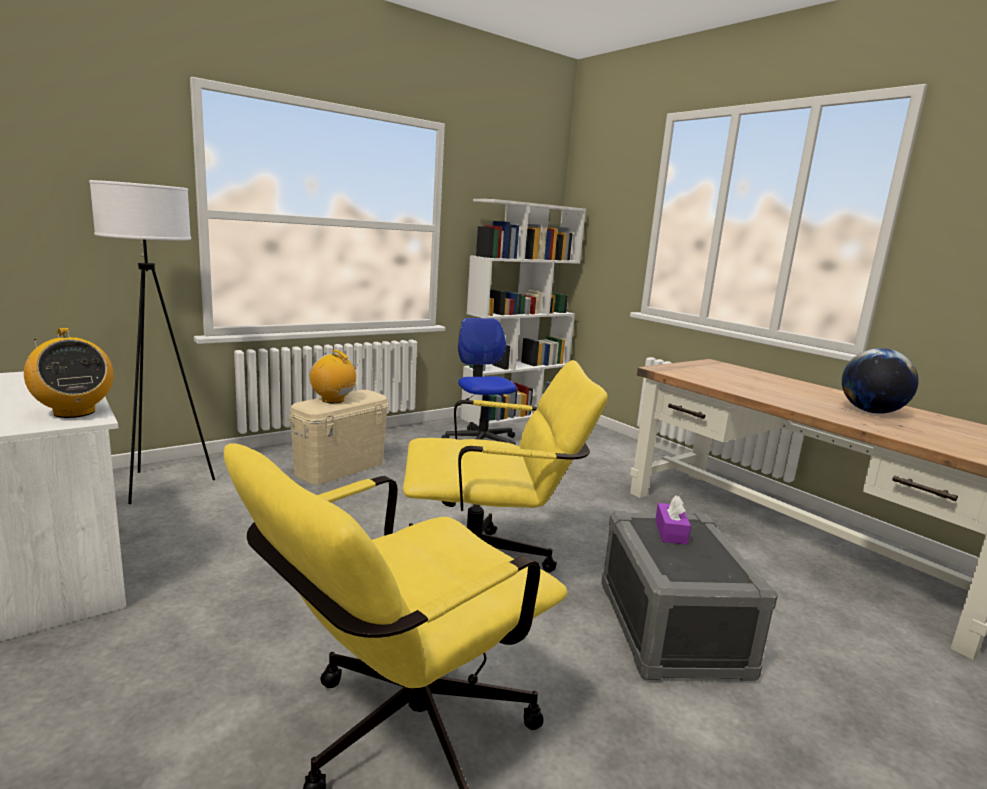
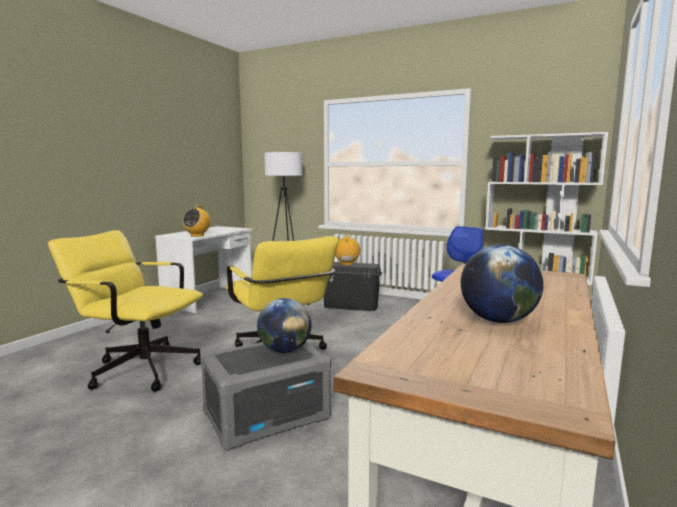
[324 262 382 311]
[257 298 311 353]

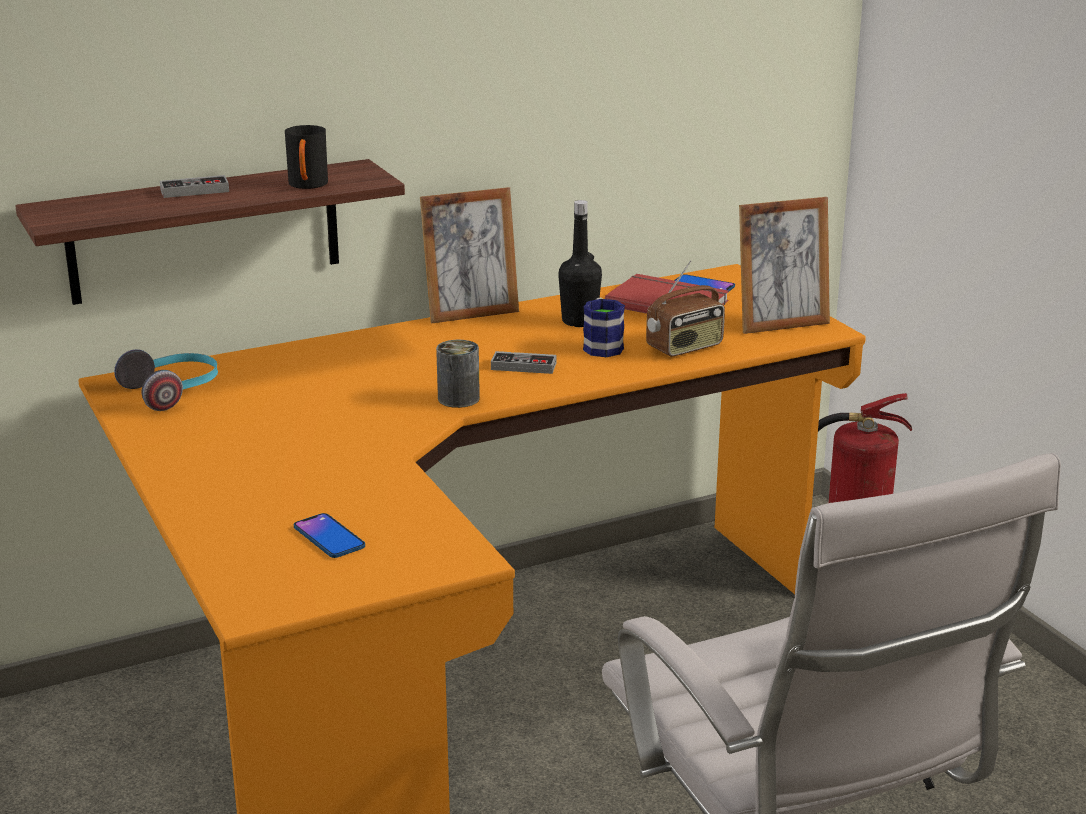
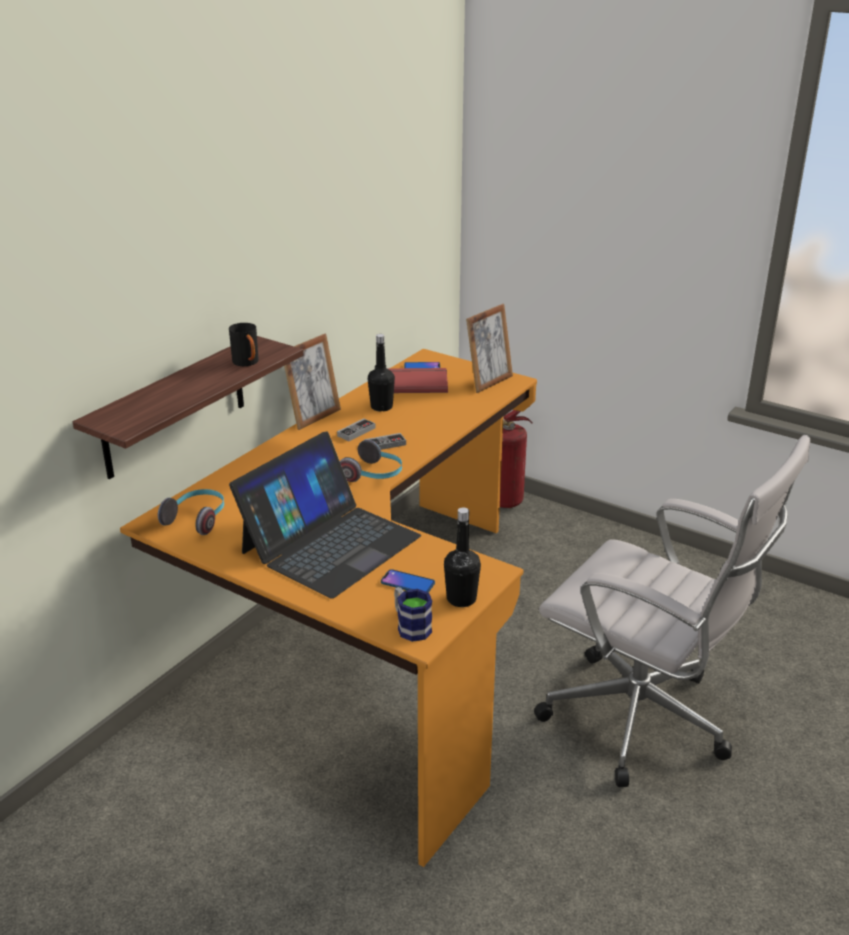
[337 419 376 441]
[646 260 725 357] (first image)
[394 587 432 642]
[340 440 402 482]
[229 432 421 598]
[444 507 481 607]

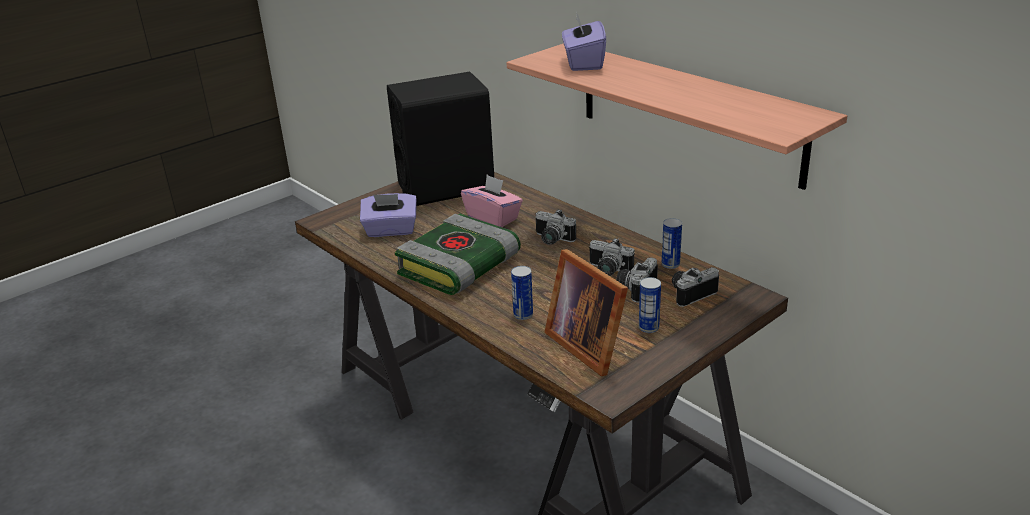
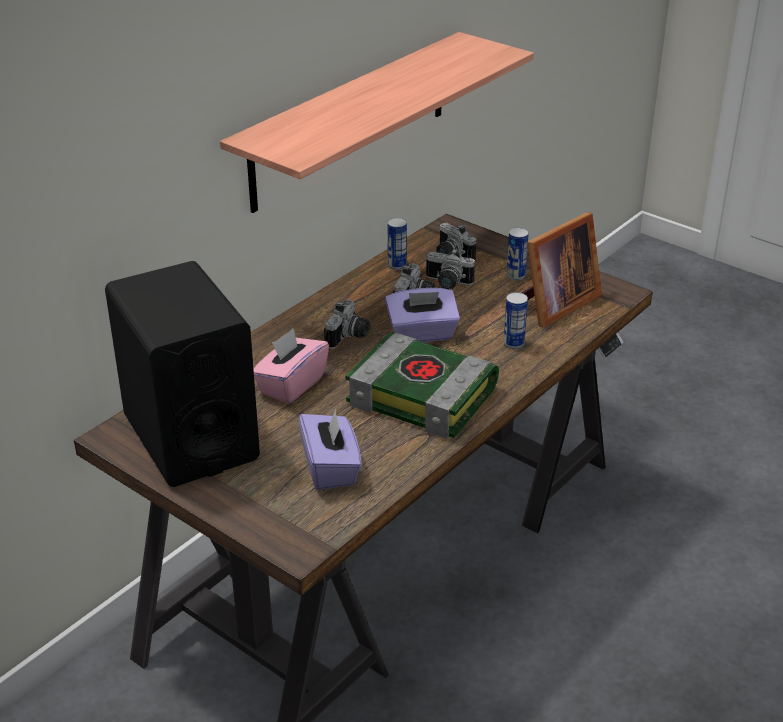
[385 288 460 342]

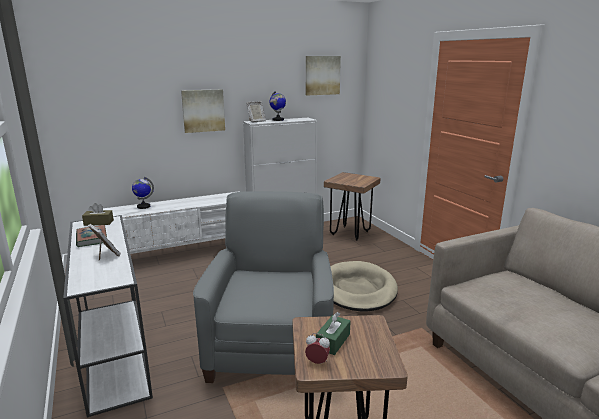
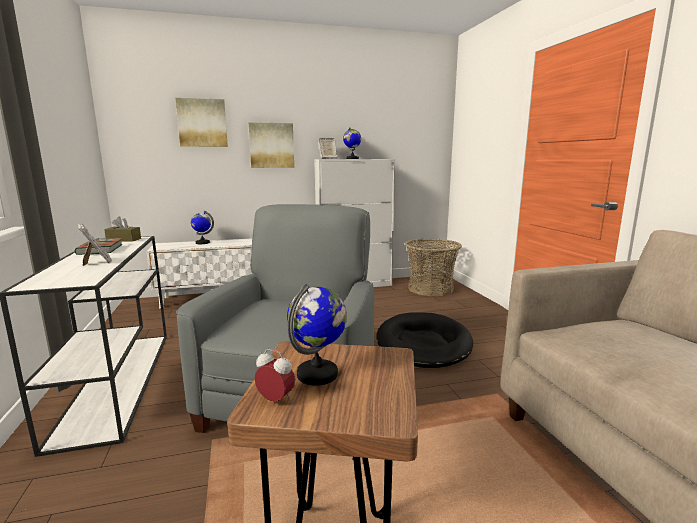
[175 98 228 147]
[405 239 462 296]
[376 312 473 368]
[287 284 347 386]

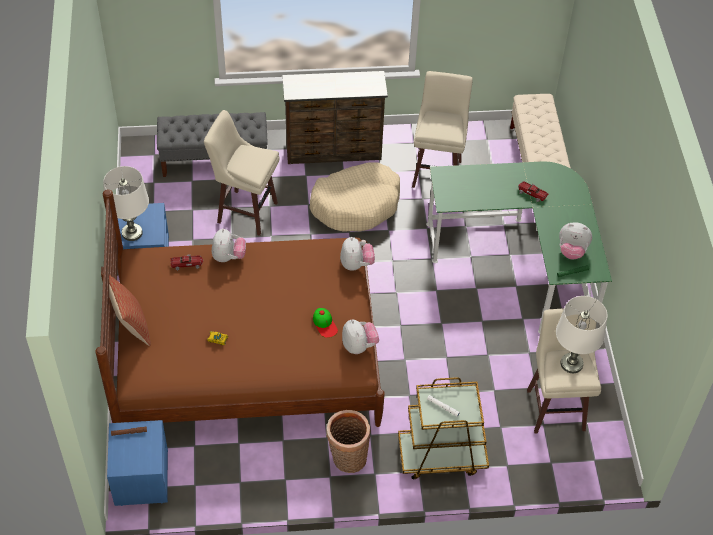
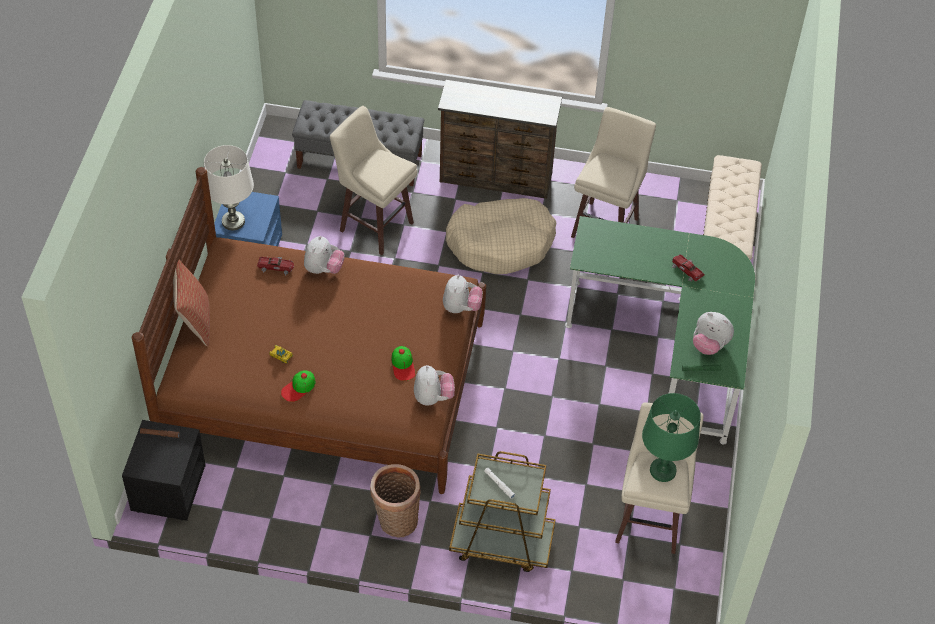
[642 393 701 482]
[122 420 206 521]
[281 370 316 402]

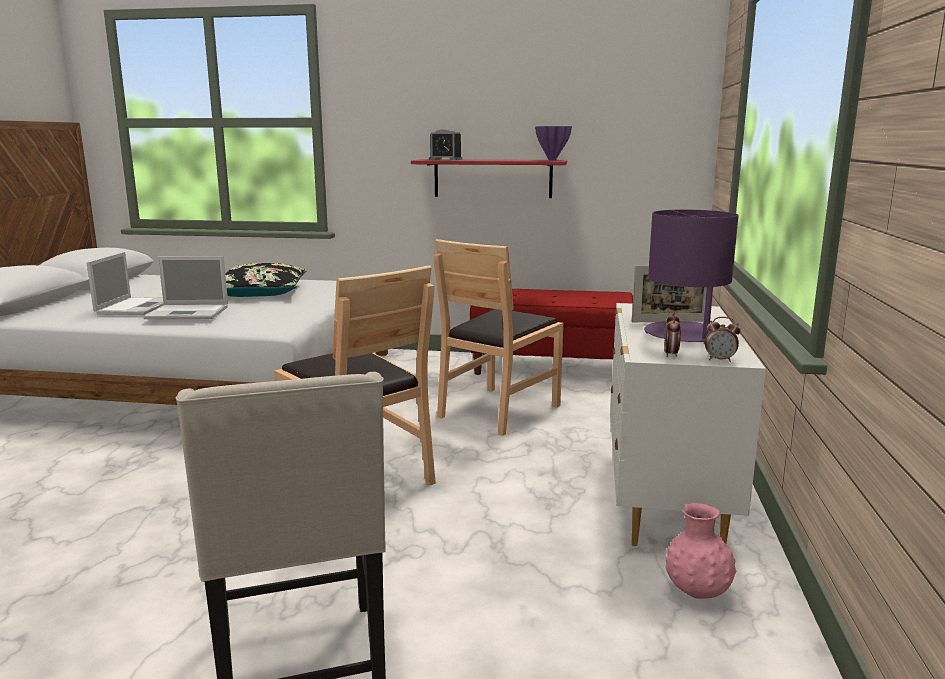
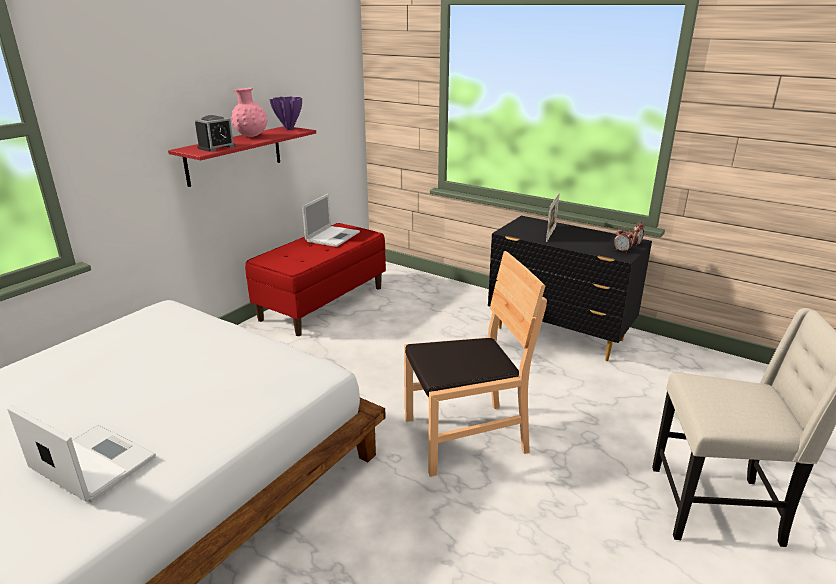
[644 210 739 344] (first image)
[434 239 563 436] (first image)
[302 194 360 247]
[225 263 306 297] (first image)
[488 216 652 361]
[231 88 268 137]

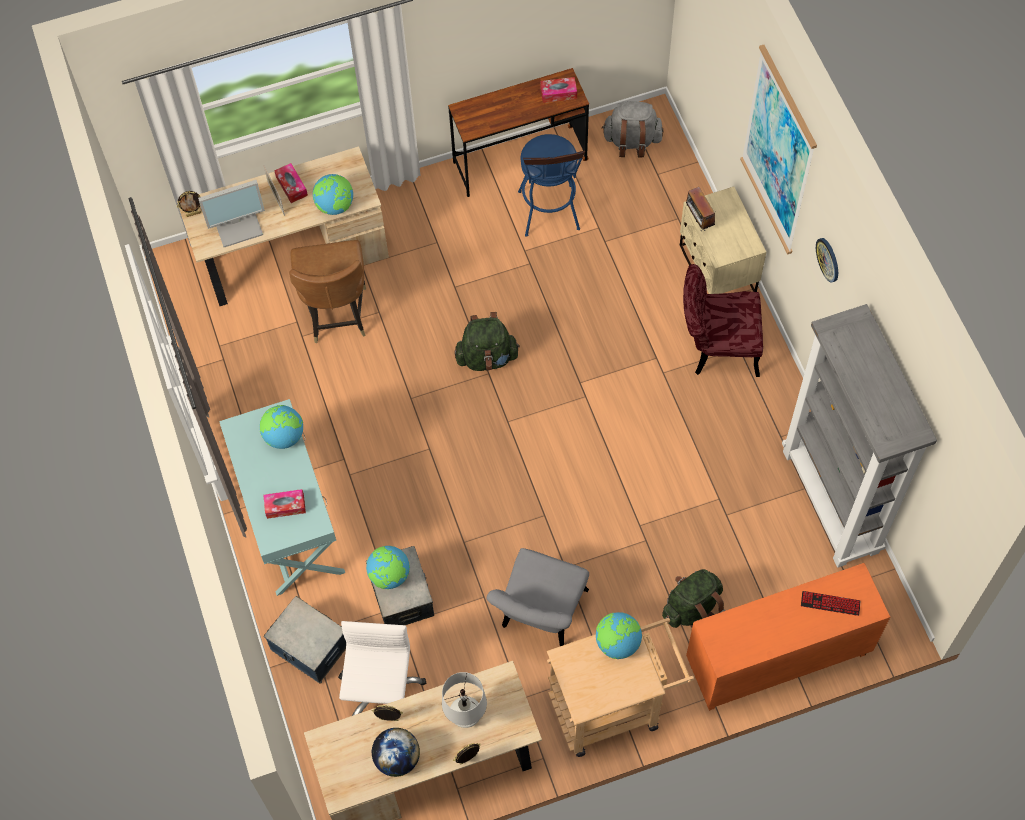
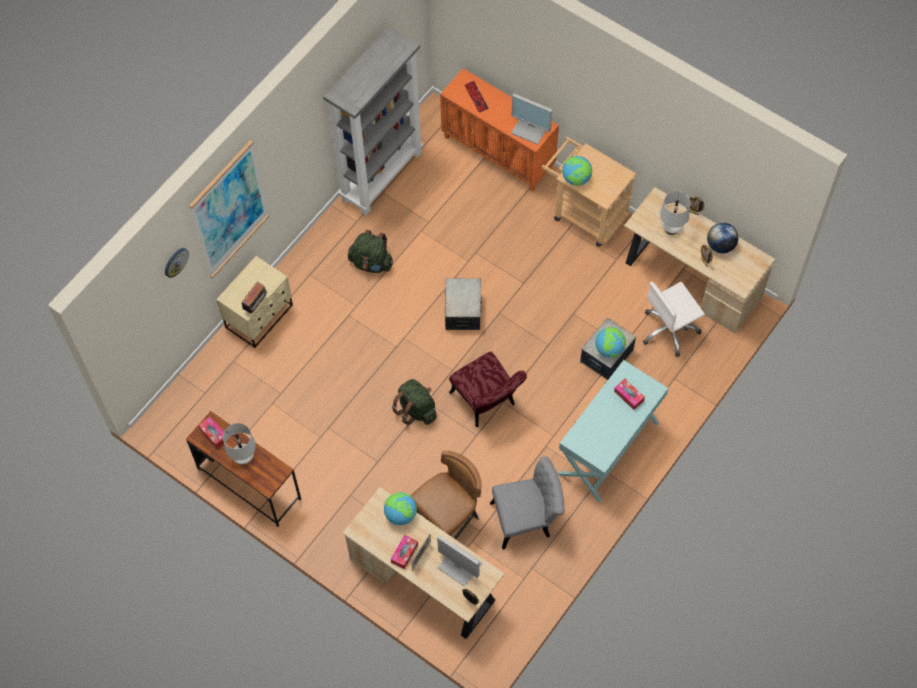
[602 101 664 158] (first image)
[518 134 585 237] (first image)
[165 248 189 278]
[449 352 527 427]
[260 405 303 449] (first image)
[490 456 564 550]
[348 230 393 273]
[445 278 483 330]
[511 93 552 145]
[223 423 256 464]

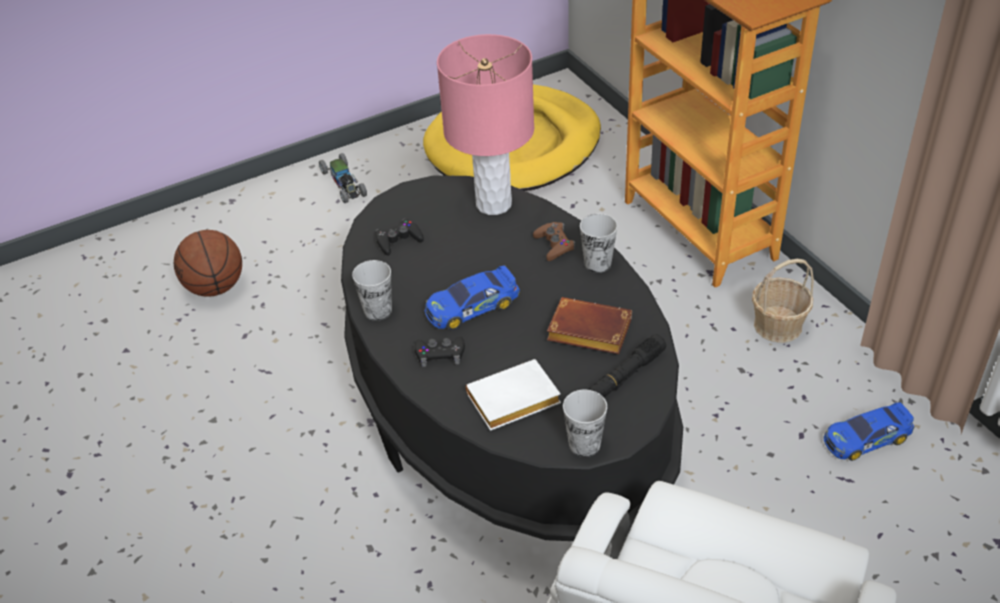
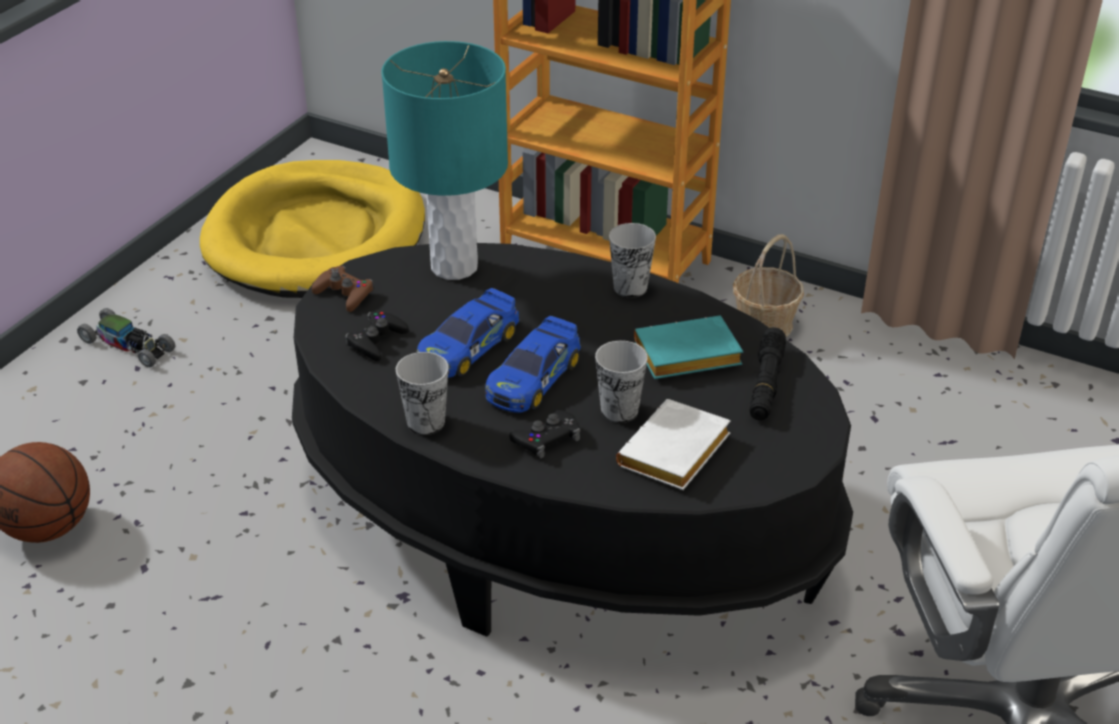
[381 41 508 280]
[312 265 373 312]
[634 315 743 379]
[595 340 648 423]
[416 288 519 378]

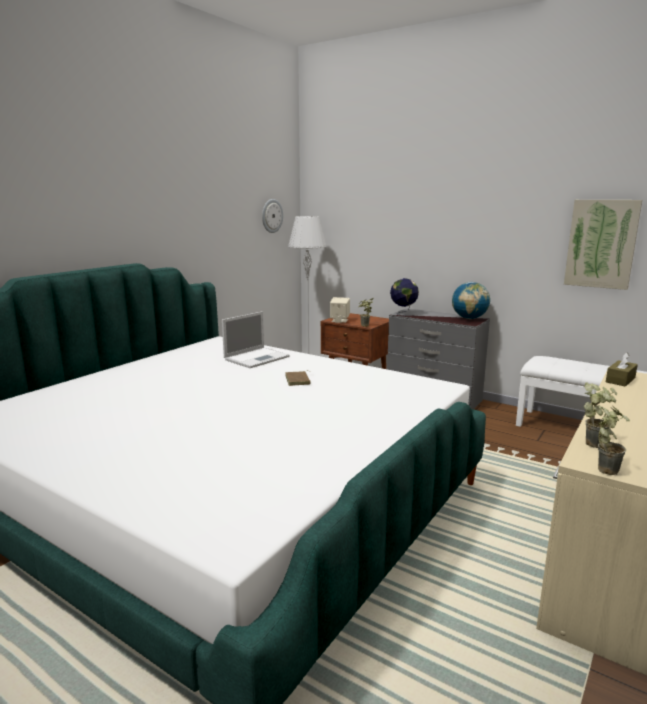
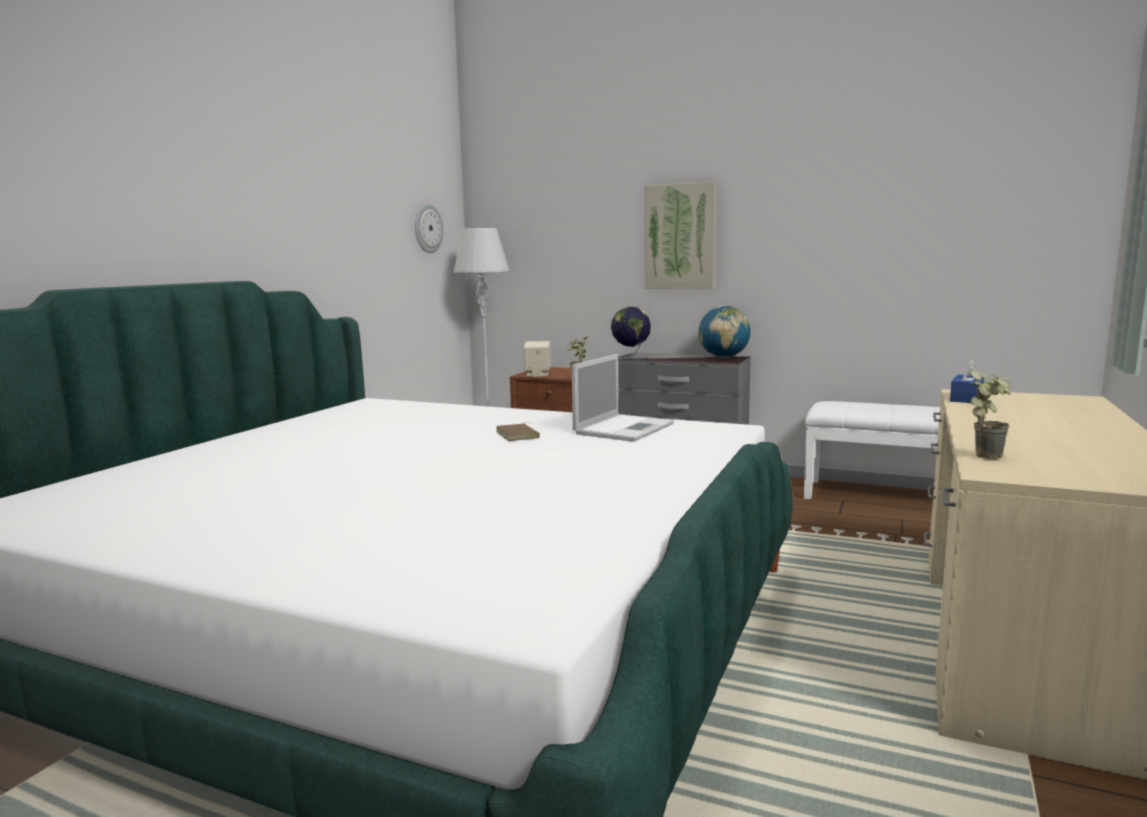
[645 181 716 289]
[571 354 674 442]
[950 359 984 403]
[598 406 630 475] (first image)

